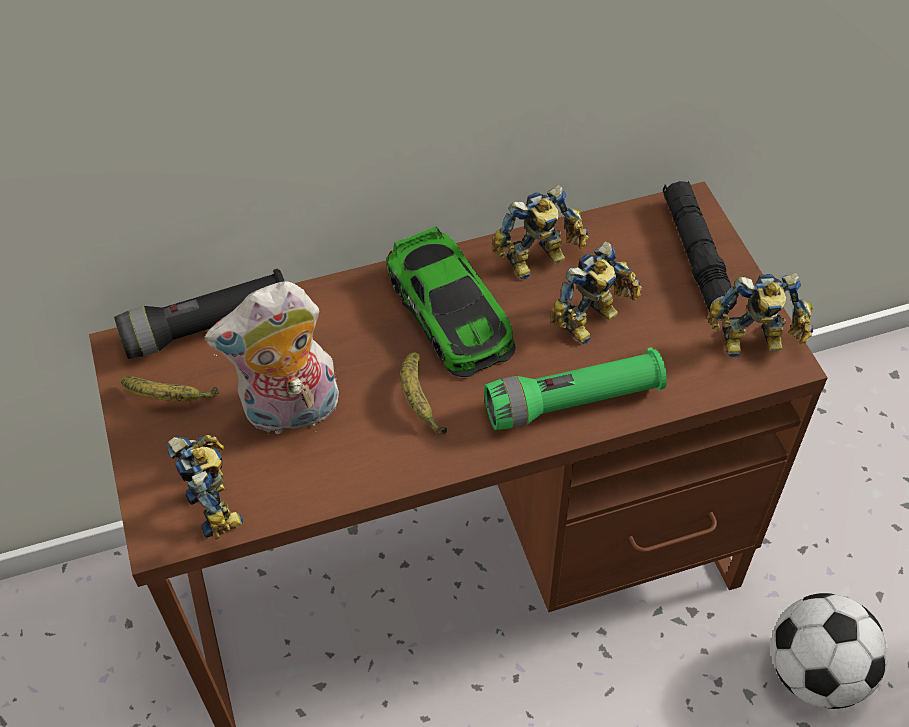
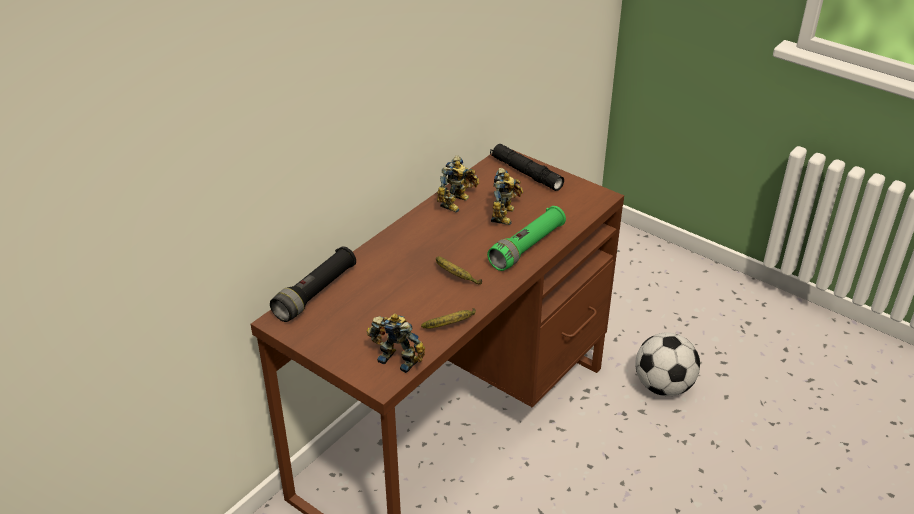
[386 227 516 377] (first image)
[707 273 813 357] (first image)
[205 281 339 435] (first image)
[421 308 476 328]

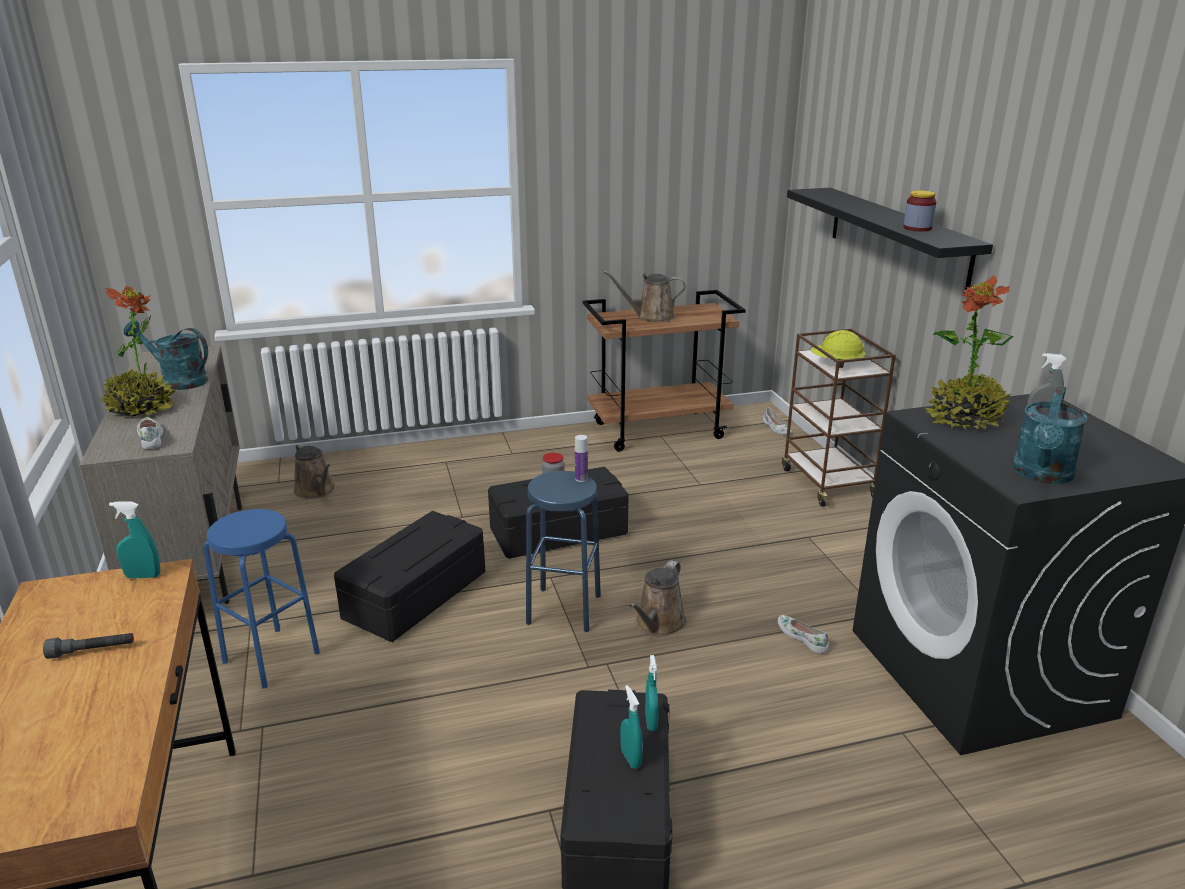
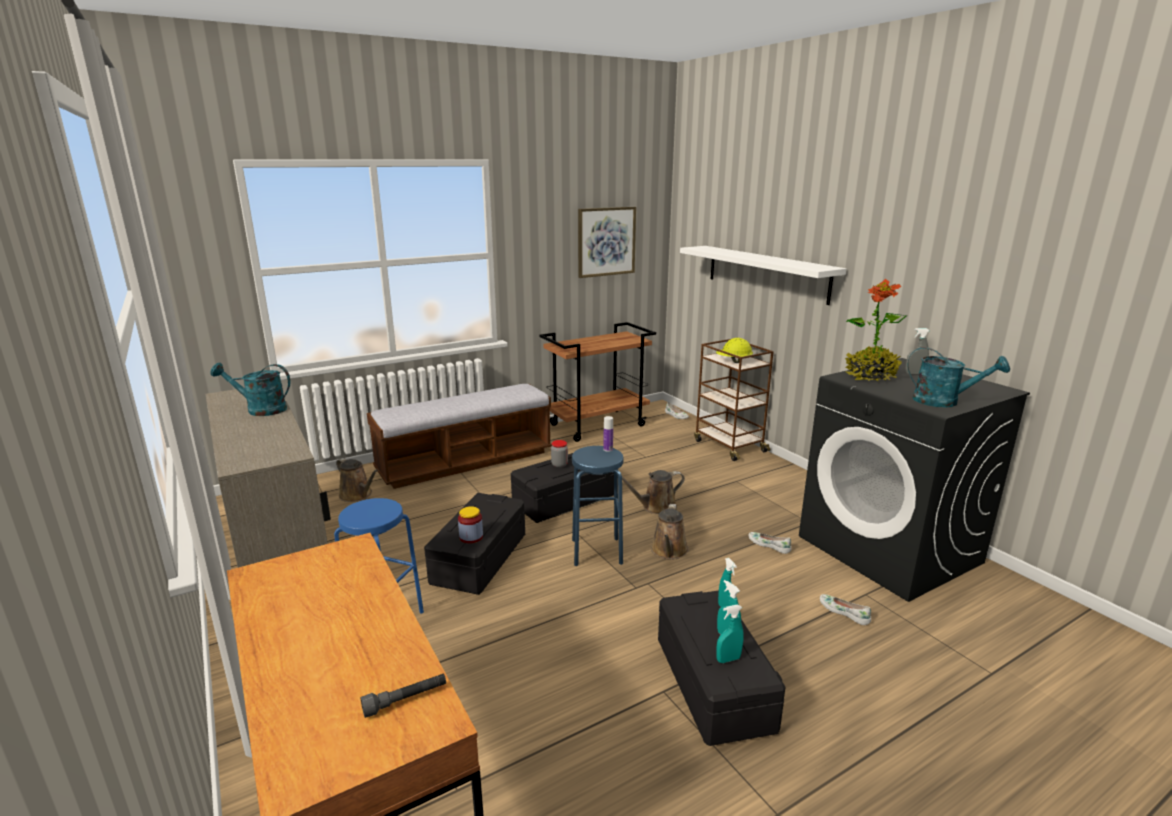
[680 246 847 305]
[458 506 483 543]
[622 470 685 514]
[99 286 175 417] (first image)
[907 347 1010 407]
[820 594 871 625]
[716 604 744 663]
[361 674 446 718]
[578 207 636 278]
[367 384 552 489]

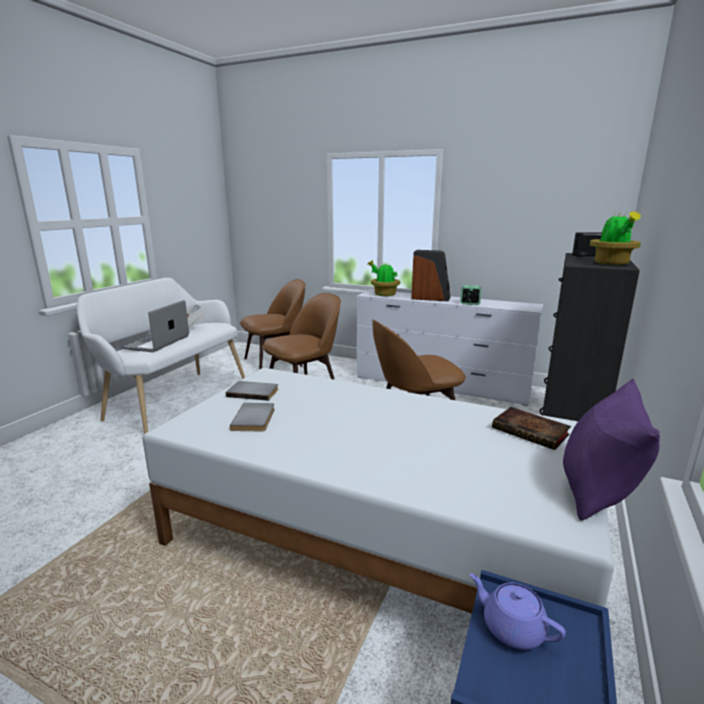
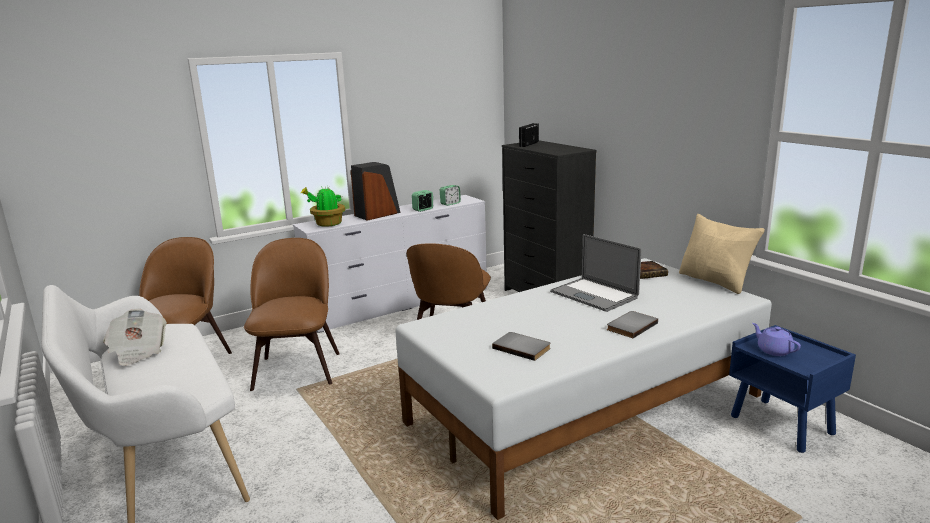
[590 211 641 265] (first image)
[550 234 641 312]
[679 214 765 294]
[607 311 658 338]
[752 323 801 356]
[440 185 461 206]

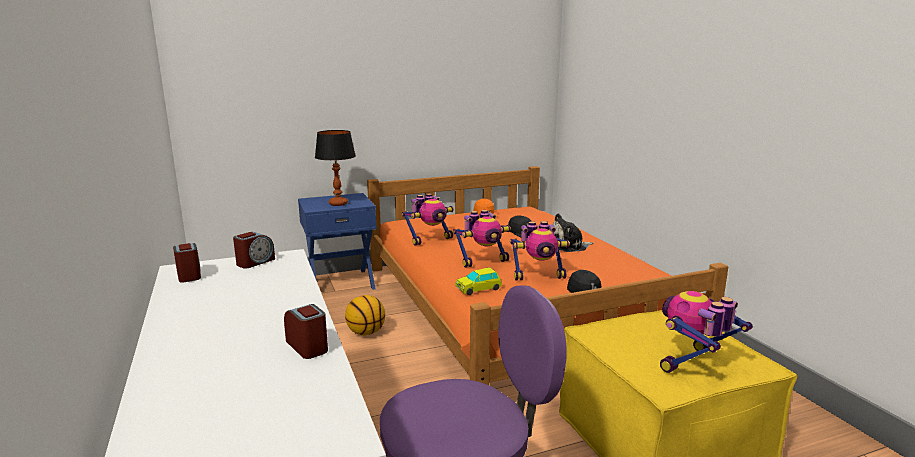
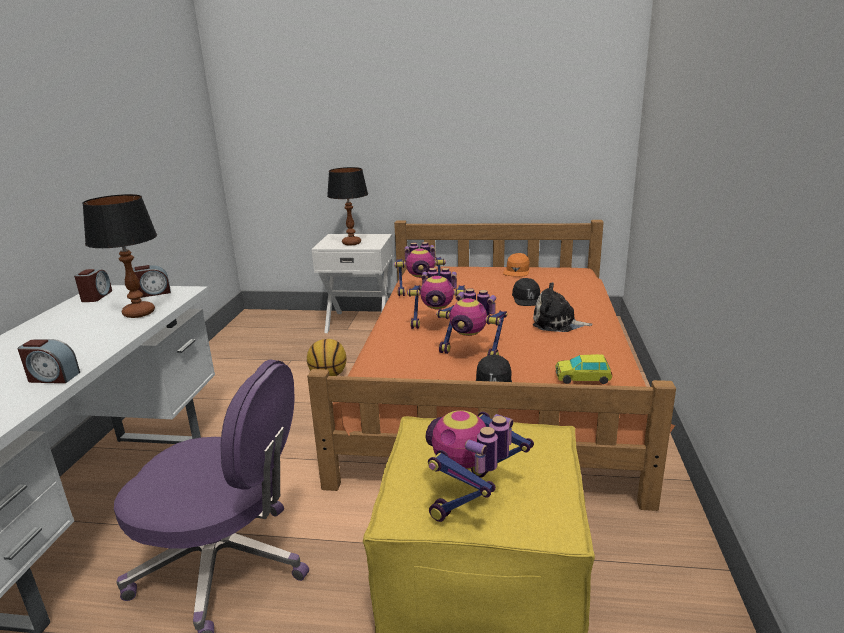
[311 234 393 333]
[555 354 612 384]
[426 410 534 522]
[18 339 80 383]
[82 194 157 318]

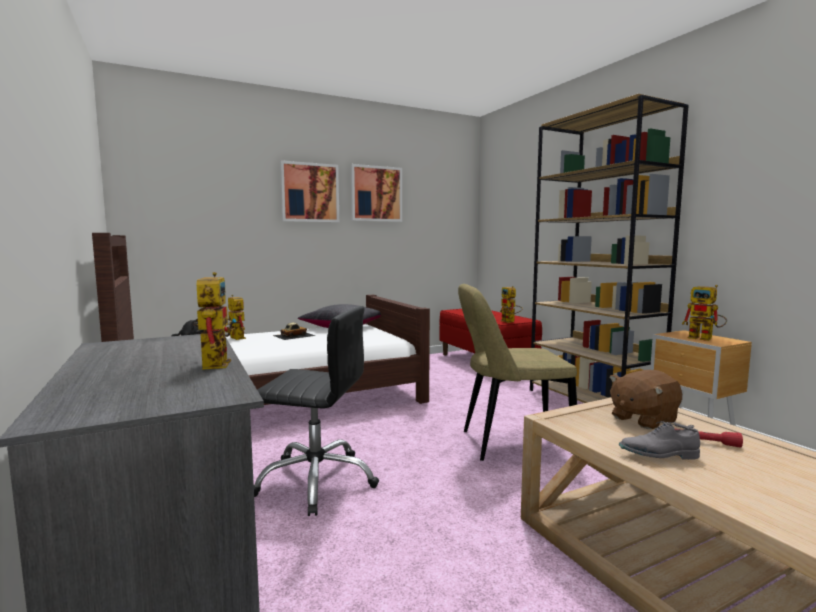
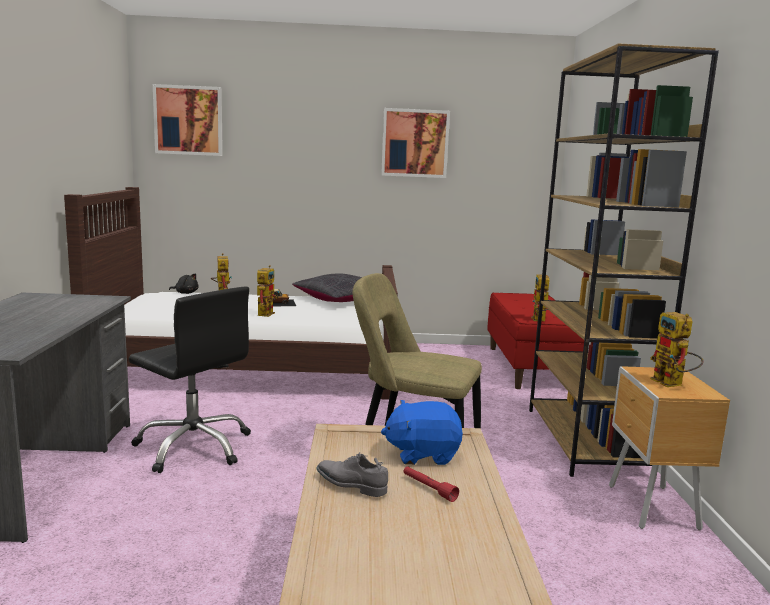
[153 84 223 156]
[257 265 279 317]
[381 400 463 465]

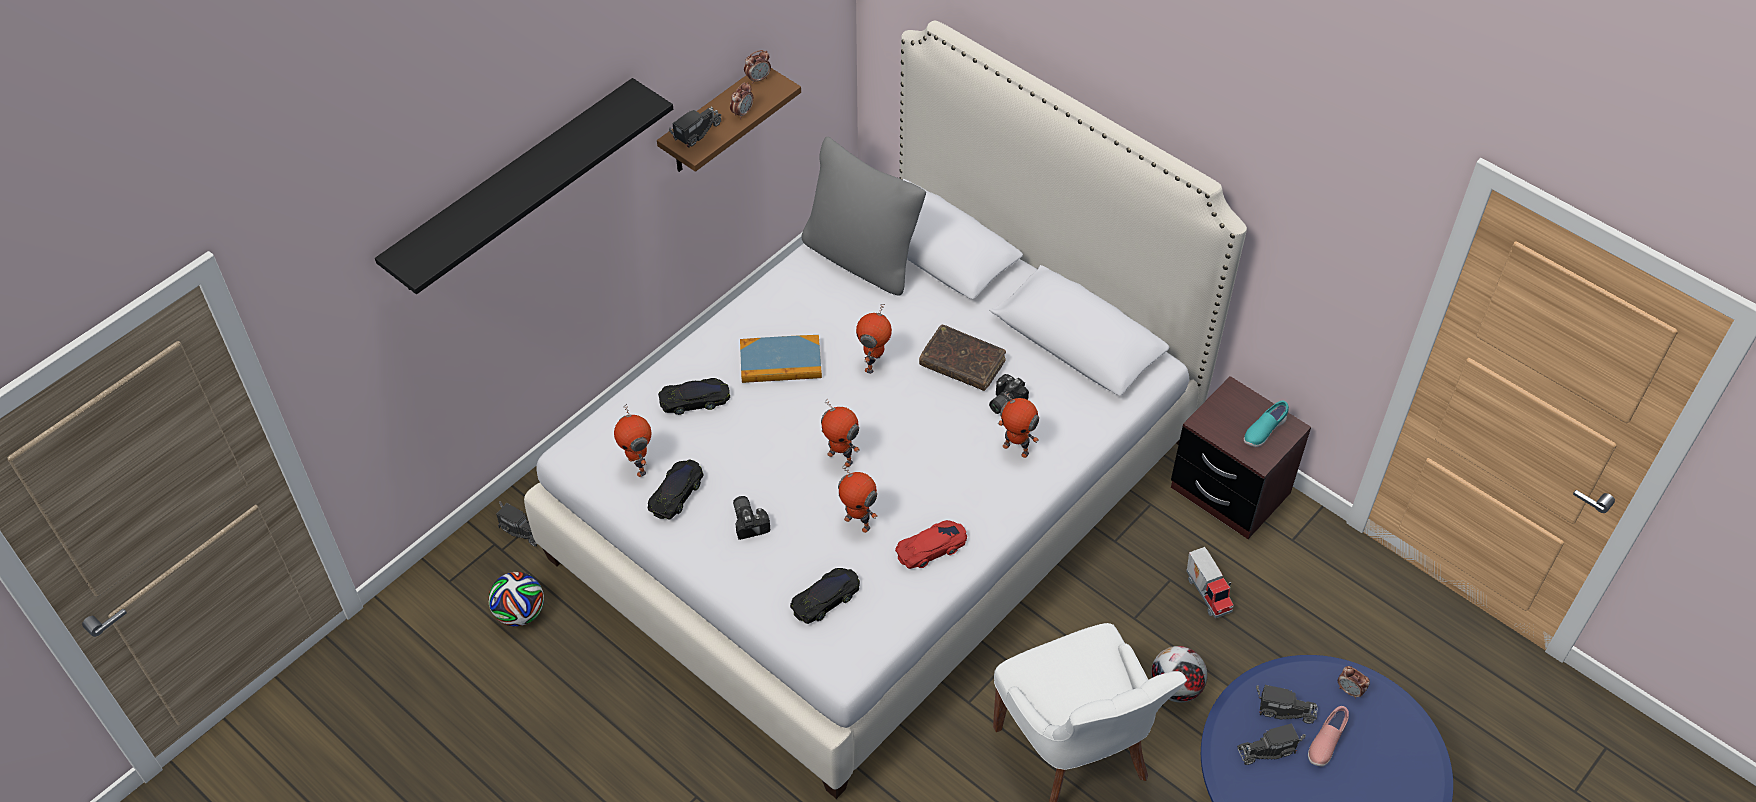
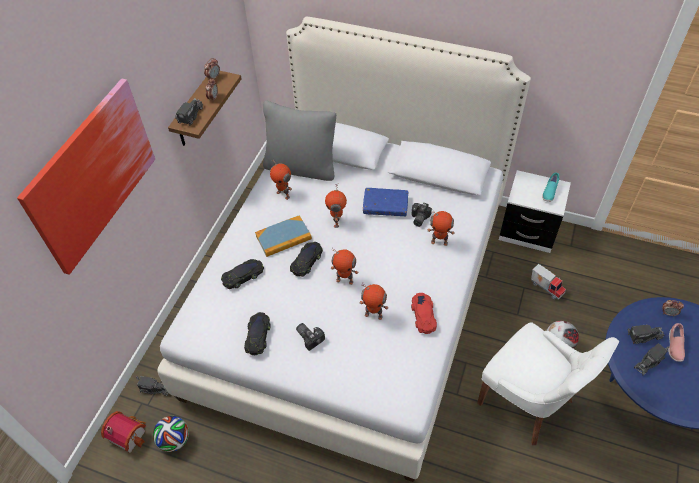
[17 79 155 275]
[363 188 408 217]
[499 170 571 253]
[270 159 292 200]
[411 293 437 334]
[290 242 323 277]
[101 411 146 453]

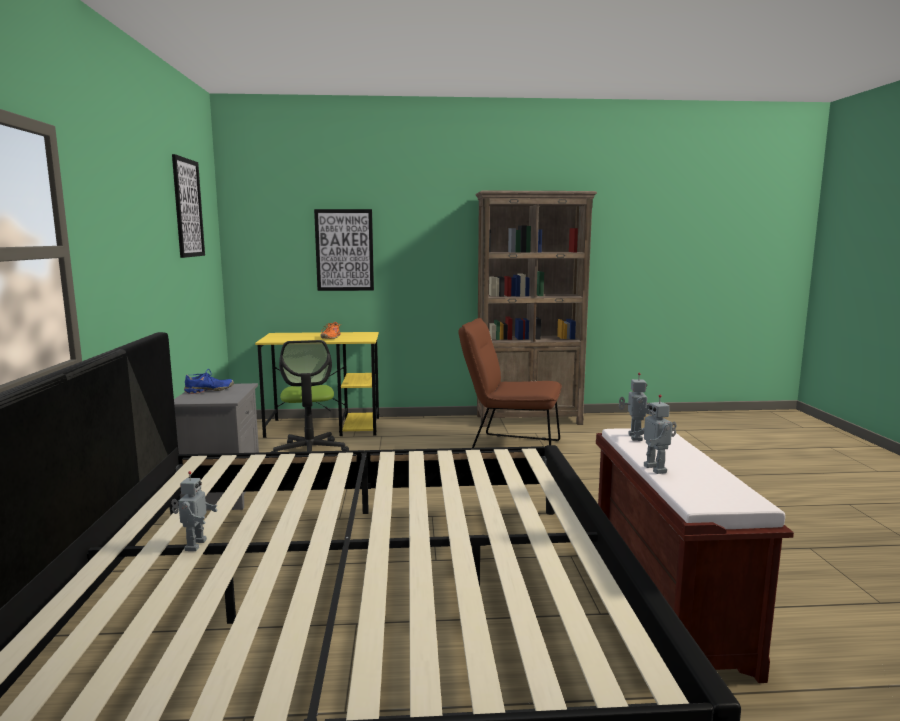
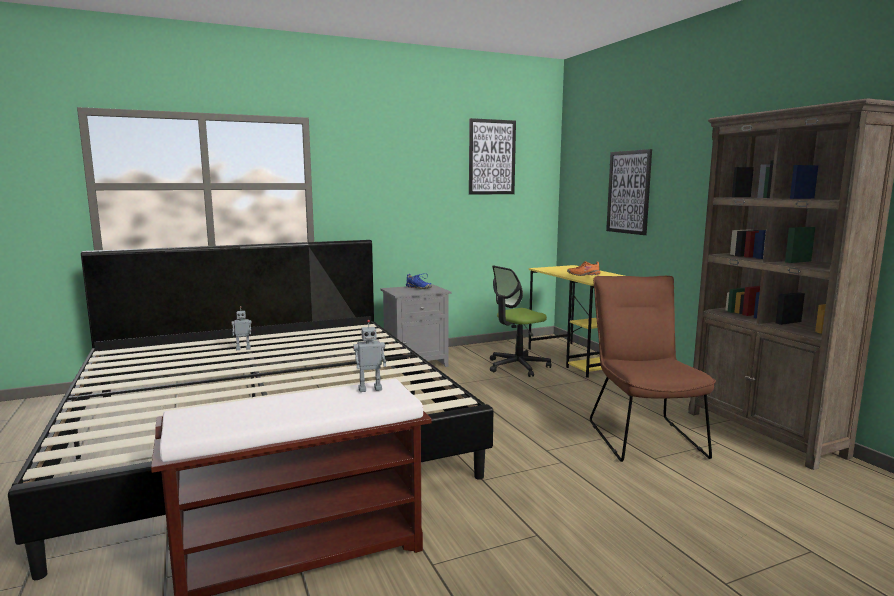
[633 395 677 474] (first image)

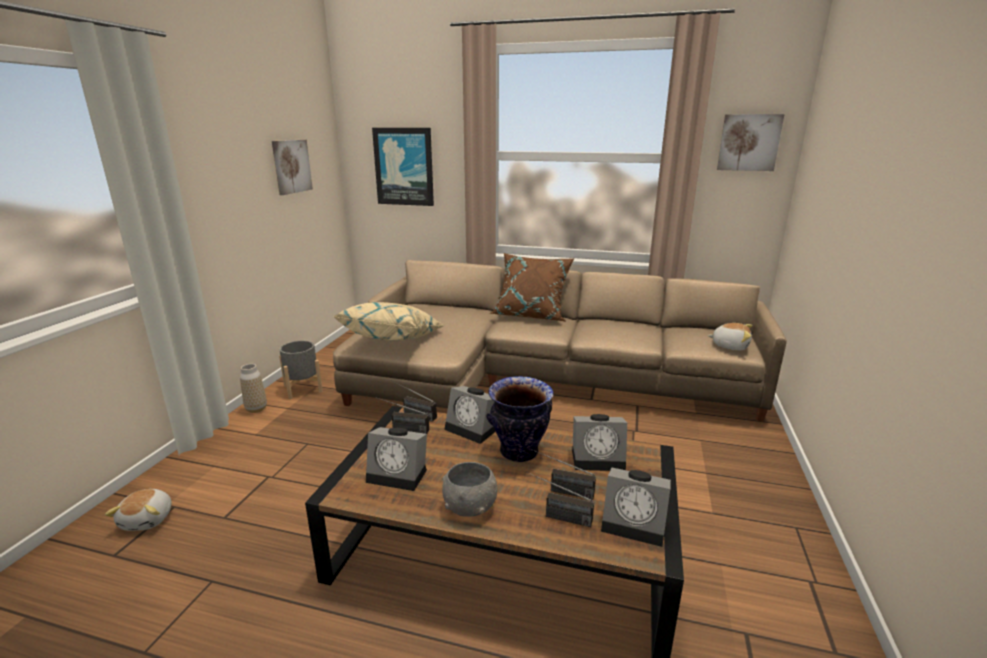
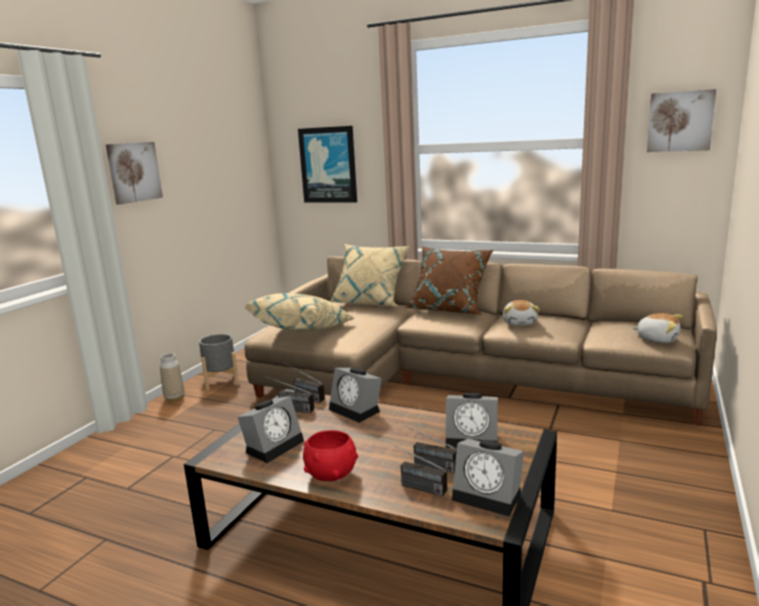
[106 142 163 205]
[486 376 553 462] (first image)
[238 396 304 463]
[303 430 358 481]
[503 300 540 326]
[330 244 409 307]

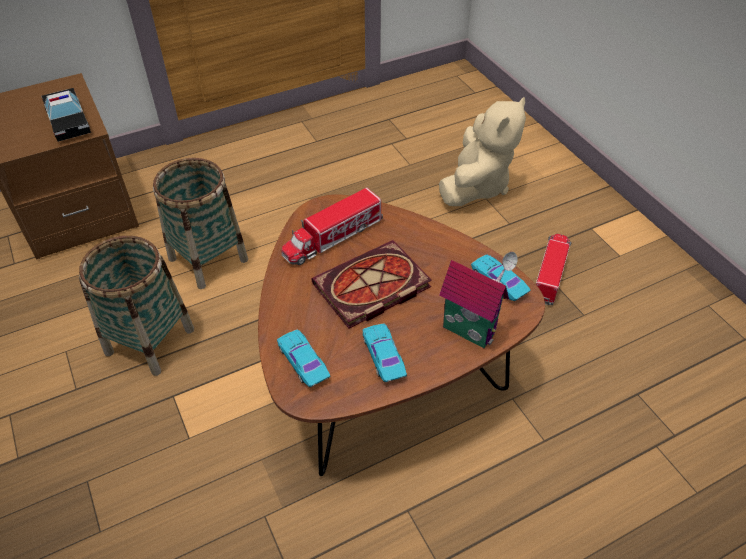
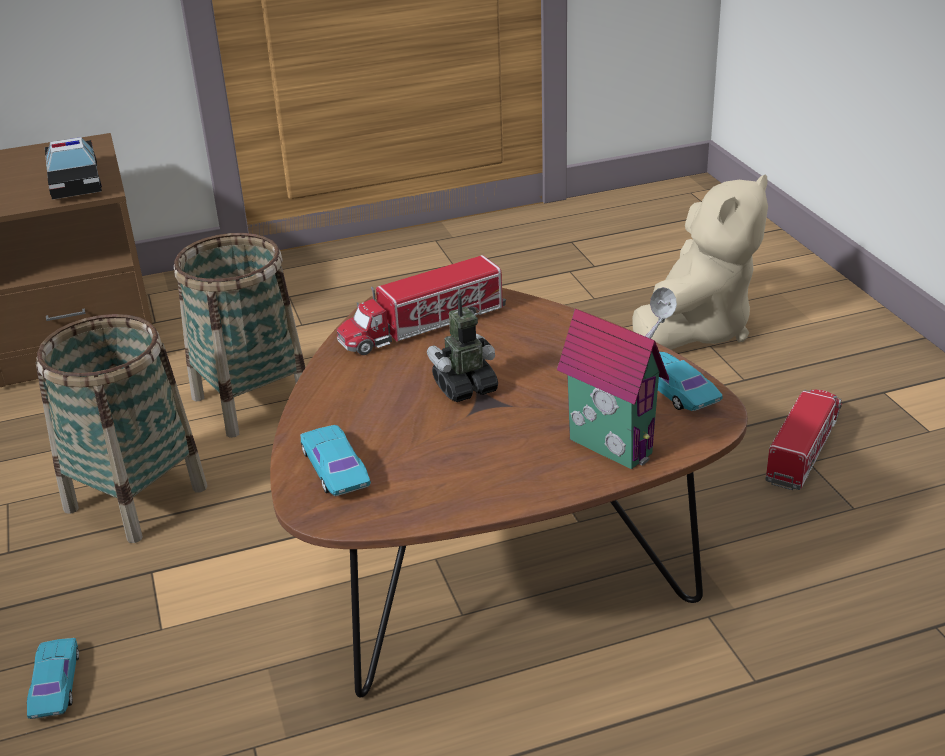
[427 293 498 402]
[27 638 79 719]

